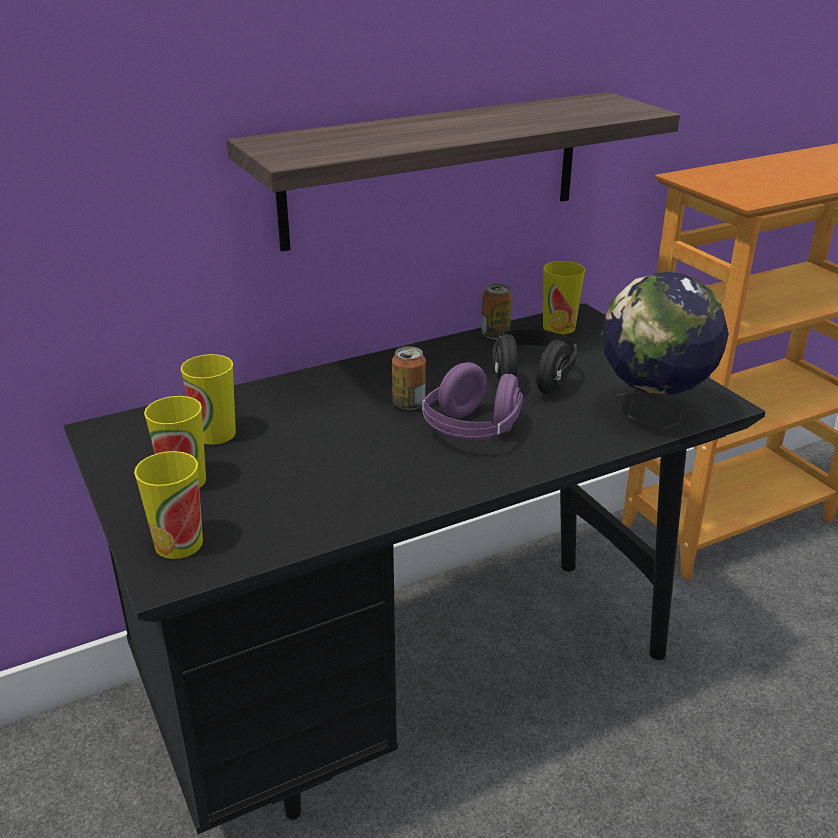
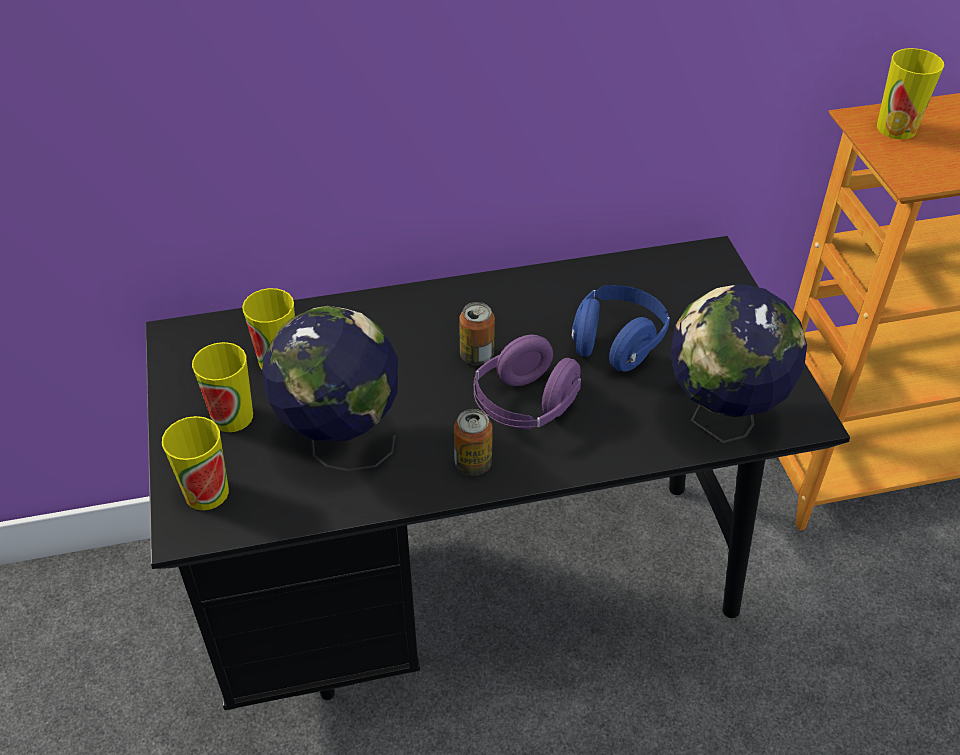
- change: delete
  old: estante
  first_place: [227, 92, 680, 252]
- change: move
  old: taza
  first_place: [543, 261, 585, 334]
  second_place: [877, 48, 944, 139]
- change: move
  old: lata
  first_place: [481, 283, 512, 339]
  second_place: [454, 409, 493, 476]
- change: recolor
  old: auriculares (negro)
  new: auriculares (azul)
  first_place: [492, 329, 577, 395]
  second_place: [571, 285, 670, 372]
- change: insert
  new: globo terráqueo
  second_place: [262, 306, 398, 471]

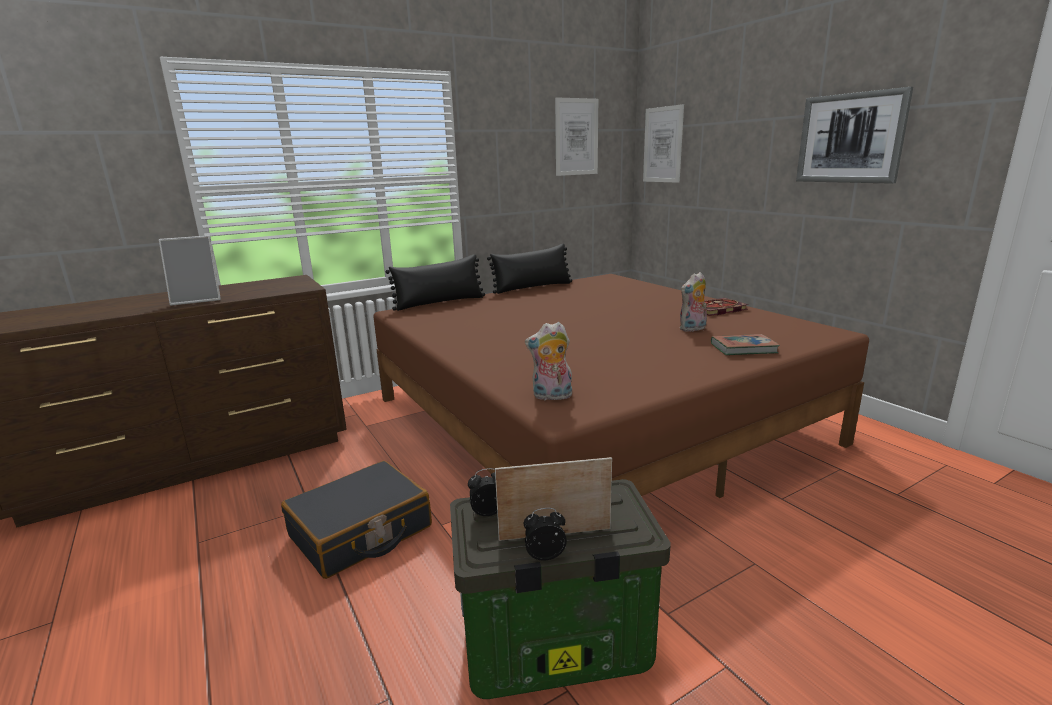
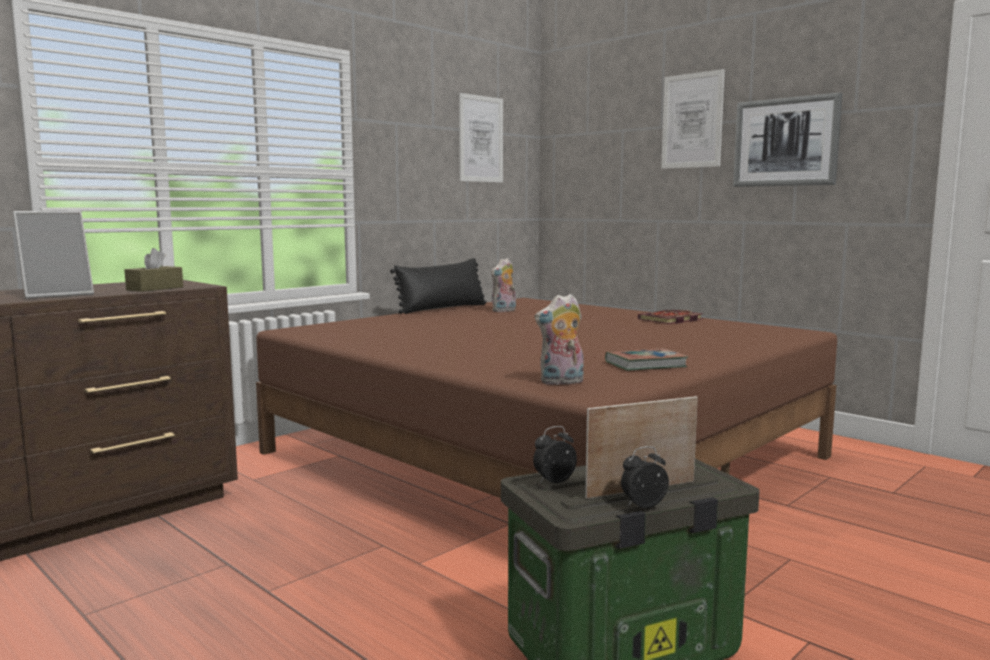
- change: move
  old: cuadro
  first_place: [643, 104, 684, 183]
  second_place: [661, 69, 725, 169]
- change: delete
  old: cojín (negro)
  first_place: [386, 254, 485, 311]
- change: move
  old: peluche
  first_place: [680, 272, 707, 332]
  second_place: [491, 258, 516, 312]
- change: move
  old: libro
  first_place: [711, 334, 780, 355]
  second_place: [605, 349, 688, 371]
- change: delete
  old: maleta (negro)
  first_place: [281, 461, 432, 579]
- change: insert
  new: caja de pañuelos (marrón)
  second_place: [125, 248, 183, 292]

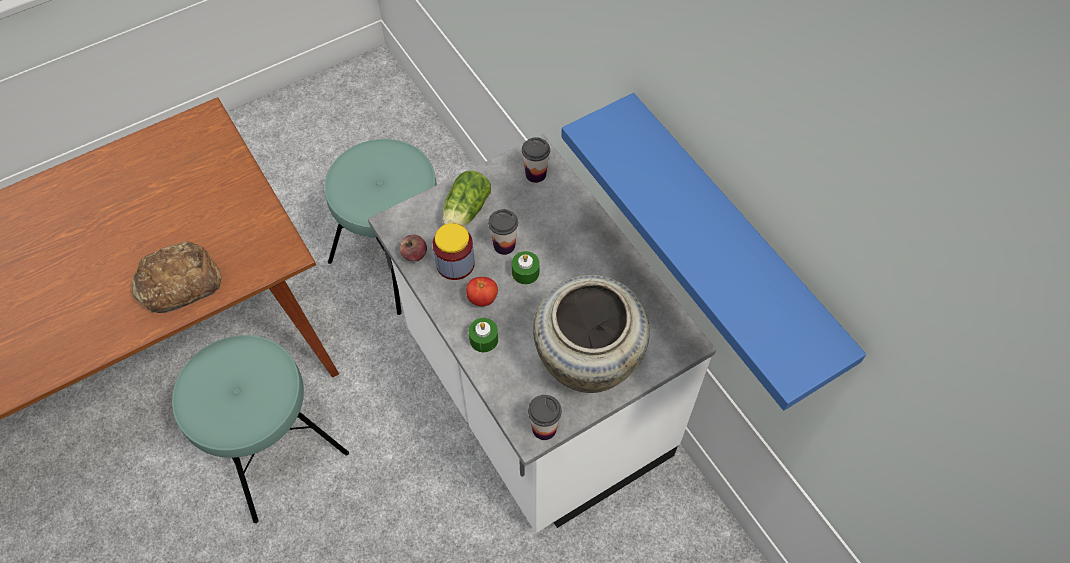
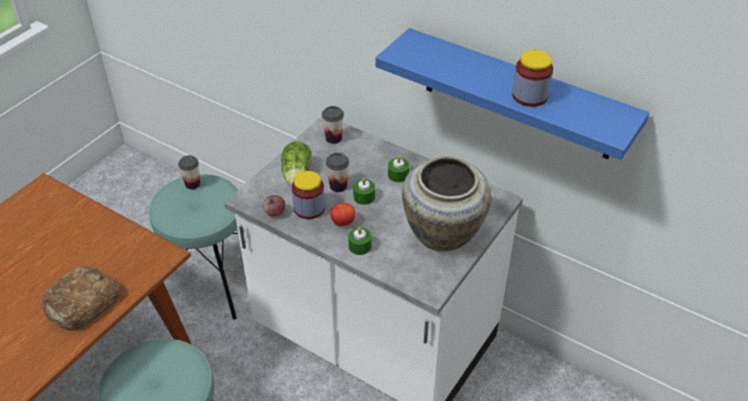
- change: move
  old: taza
  first_place: [528, 395, 562, 440]
  second_place: [178, 155, 200, 190]
- change: insert
  new: tarro
  second_place: [512, 50, 553, 107]
- change: insert
  new: vela (verde)
  second_place: [388, 156, 409, 183]

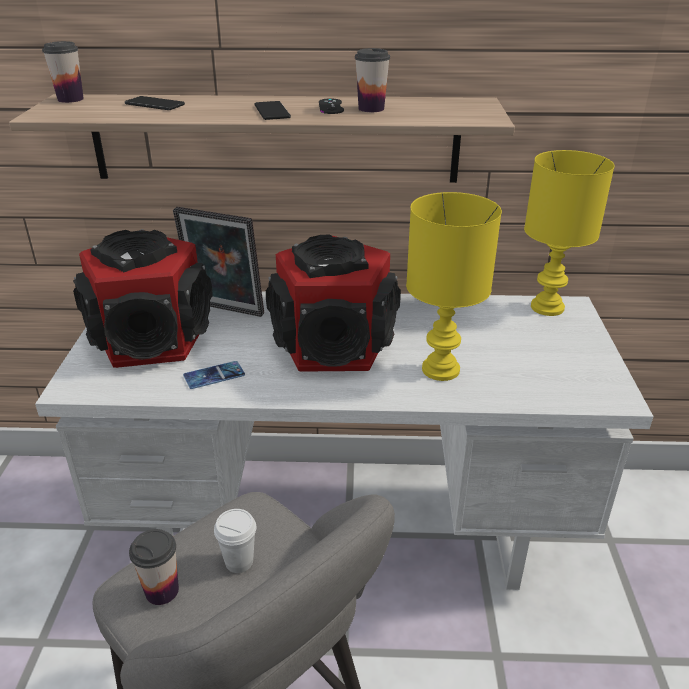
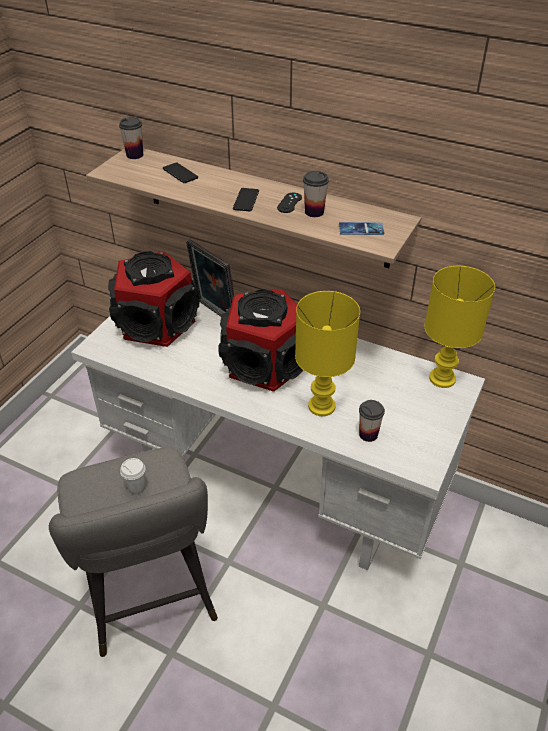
- change: move
  old: móvil
  first_place: [183, 361, 245, 389]
  second_place: [339, 222, 384, 235]
- change: move
  old: taza
  first_place: [129, 529, 179, 605]
  second_place: [359, 400, 385, 442]

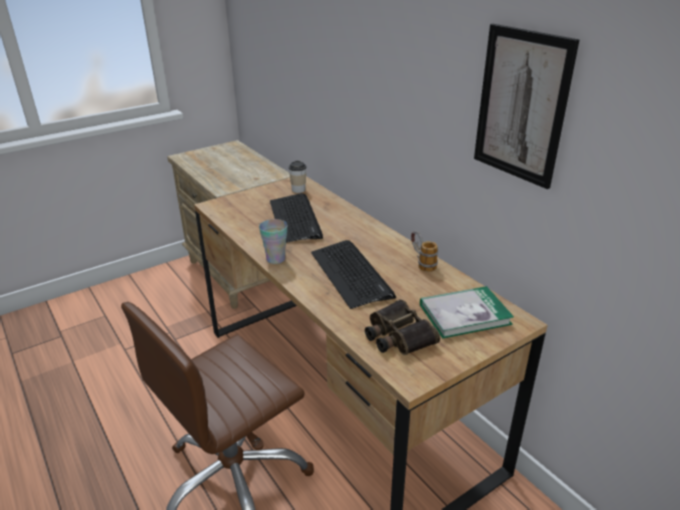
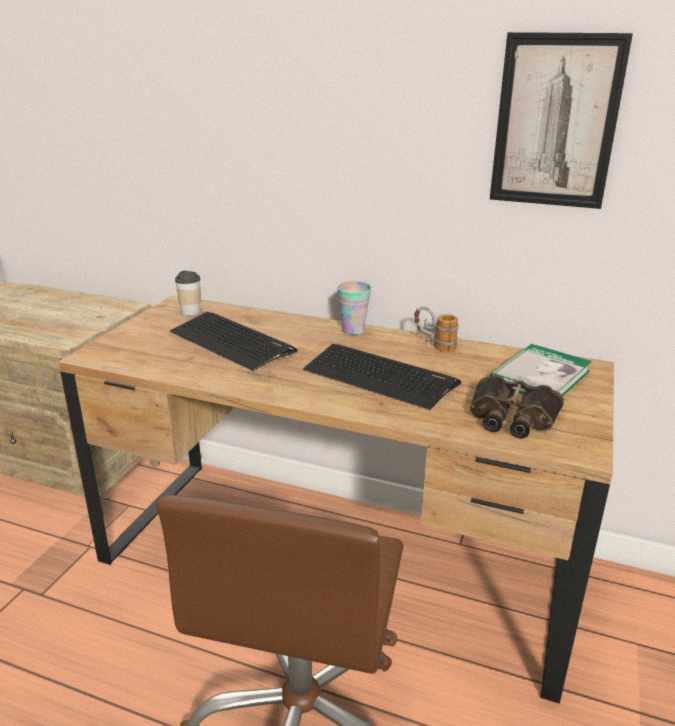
- change: move
  old: taza
  first_place: [259, 219, 288, 264]
  second_place: [337, 281, 371, 335]

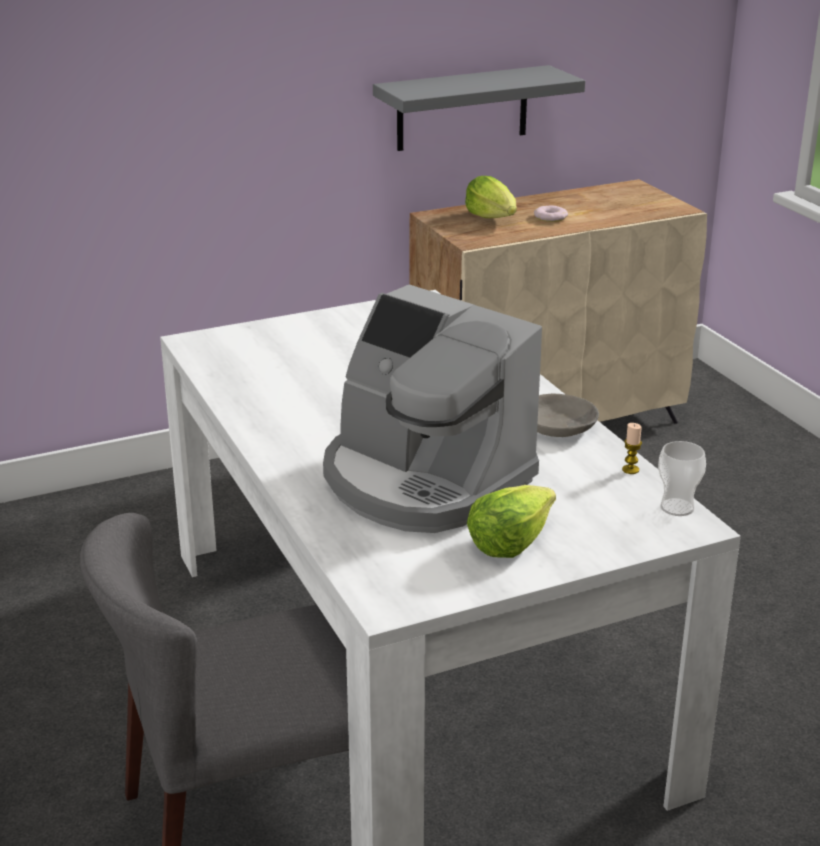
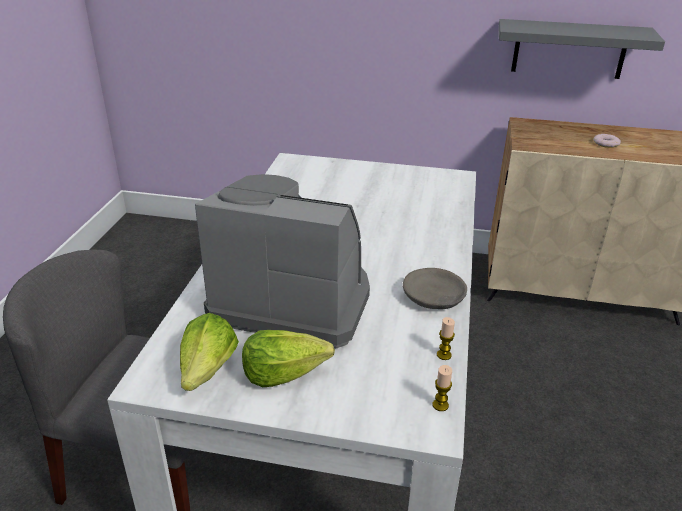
- change: move
  old: lechuga
  first_place: [465, 176, 517, 218]
  second_place: [180, 313, 239, 391]
- change: rotate
  old: cafetera
  first_place: [323, 284, 542, 533]
  second_place: [195, 174, 370, 348]
  degrees: 120
- change: replace
  old: taza
  new: vela
  first_place: [658, 441, 706, 516]
  second_place: [432, 365, 452, 411]

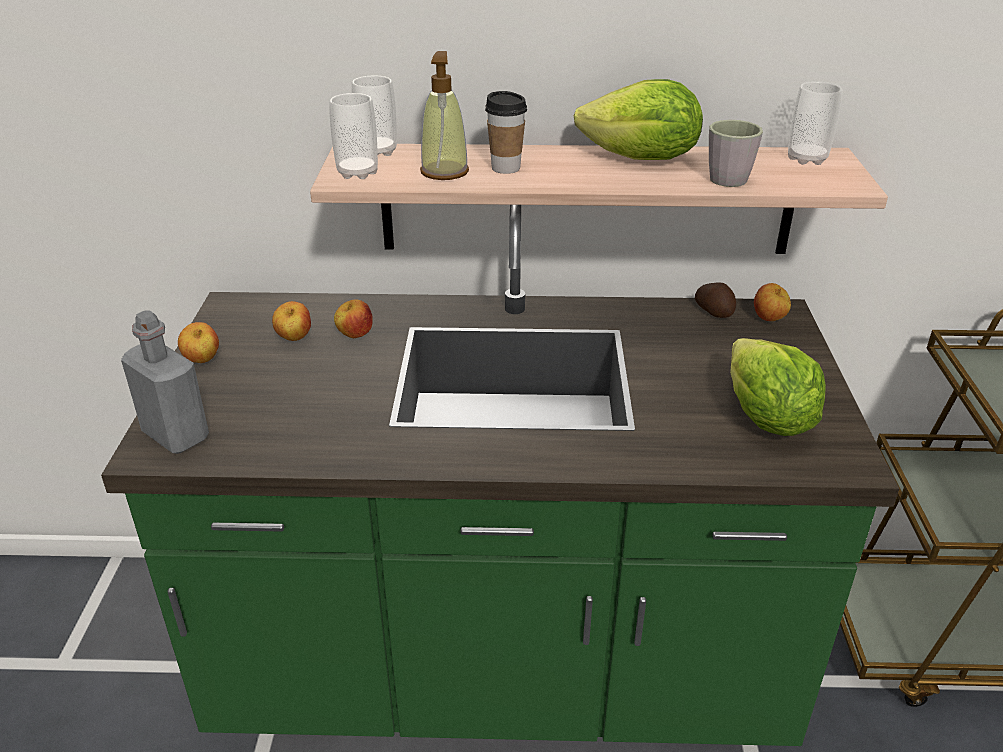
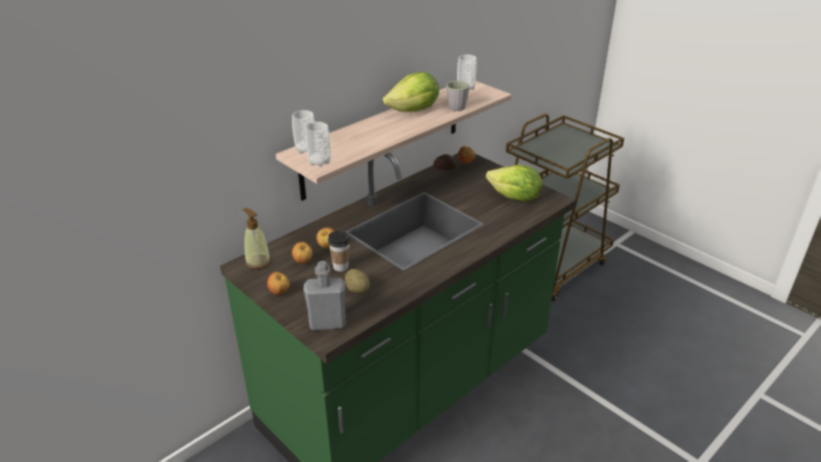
- change: move
  old: dispensador de jabón
  first_place: [420, 51, 469, 180]
  second_place: [242, 208, 271, 269]
- change: move
  old: taza
  first_place: [485, 91, 527, 174]
  second_place: [328, 231, 350, 271]
- change: insert
  new: patata
  second_place: [345, 269, 370, 294]

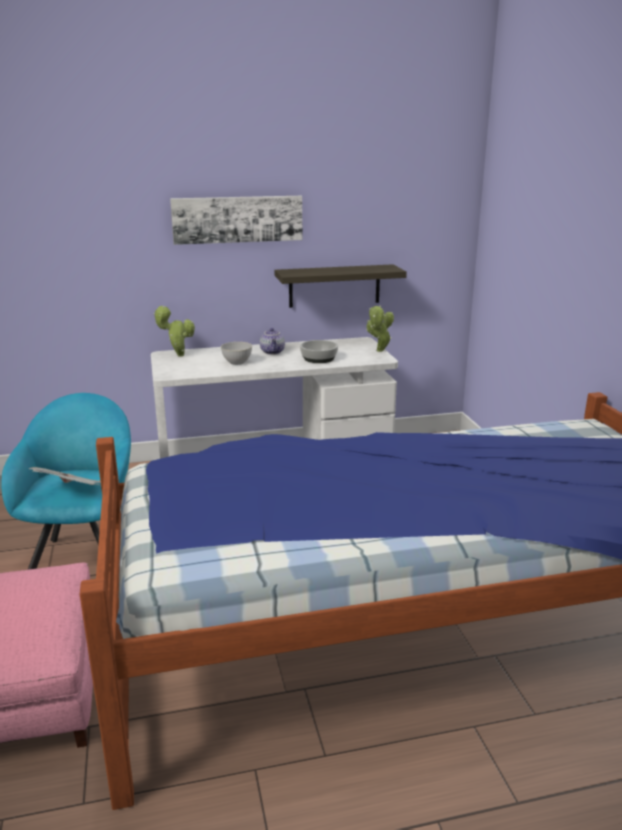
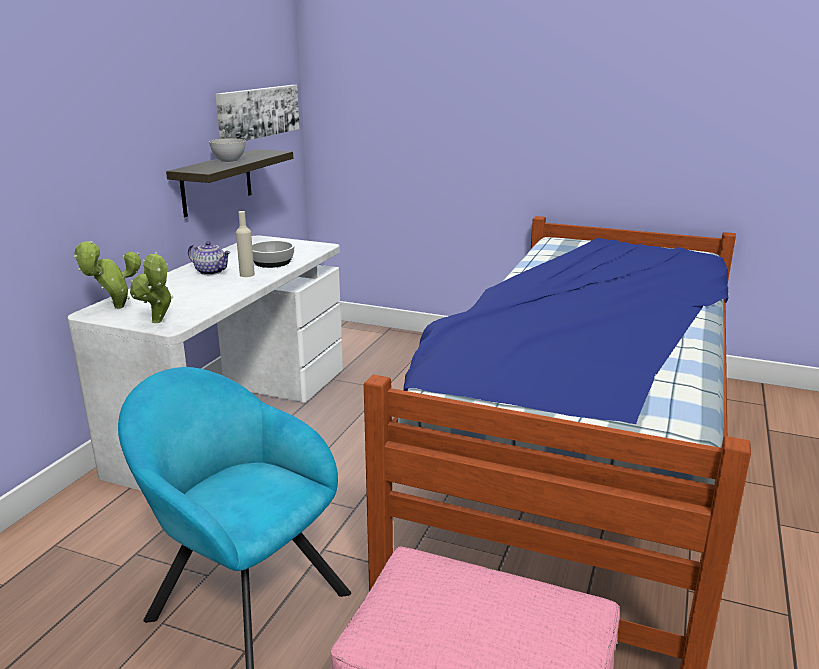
- change: move
  old: cuadro
  first_place: [170, 196, 302, 245]
  second_place: [215, 85, 300, 141]
- change: move
  old: planta en maceta
  first_place: [366, 305, 394, 352]
  second_place: [130, 252, 174, 323]
- change: move
  old: cuenco (gris)
  first_place: [221, 342, 252, 365]
  second_place: [209, 138, 246, 162]
- change: delete
  old: periódico
  first_place: [29, 467, 101, 485]
- change: insert
  new: botella (beis)
  second_place: [236, 211, 255, 277]

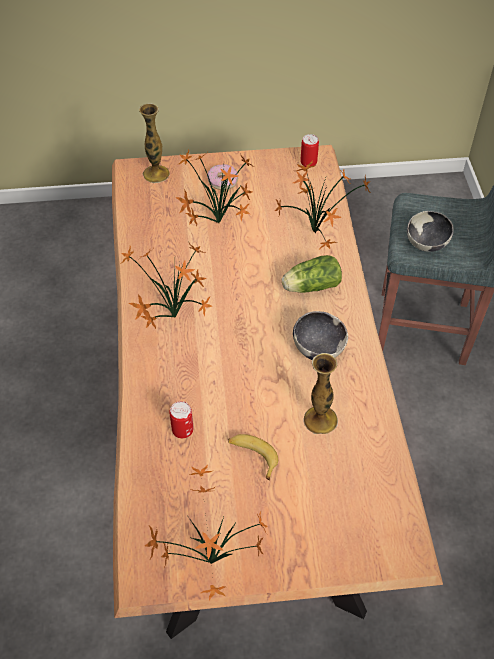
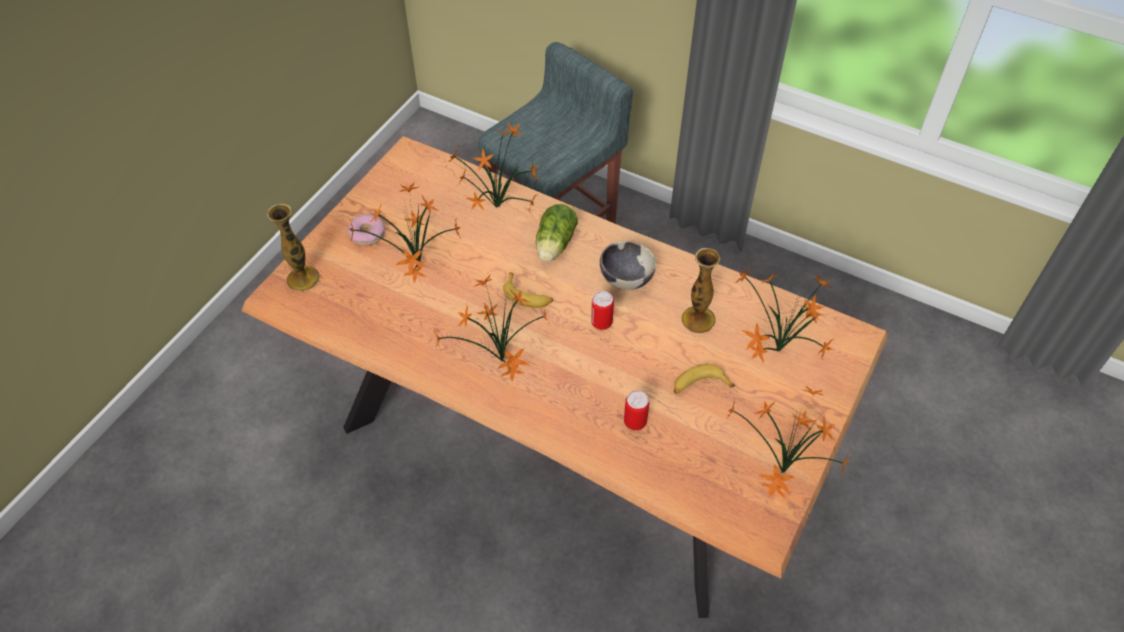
- change: move
  old: lata
  first_place: [300, 134, 319, 167]
  second_place: [591, 291, 614, 330]
- change: delete
  old: cuenco
  first_place: [407, 211, 454, 252]
- change: insert
  new: planta en maceta
  second_place: [735, 266, 833, 363]
- change: insert
  new: plátano
  second_place: [503, 272, 553, 308]

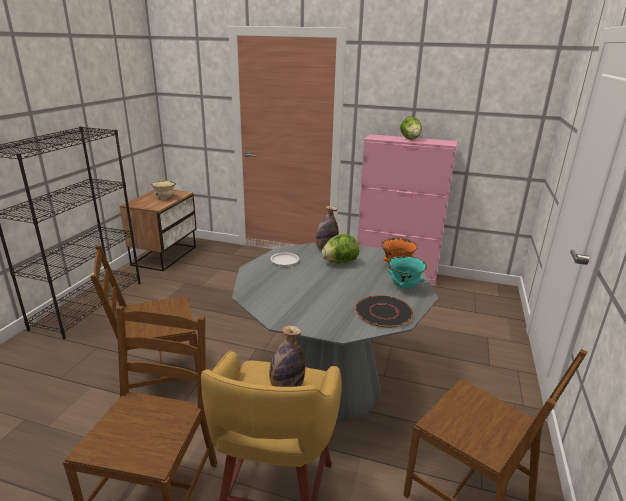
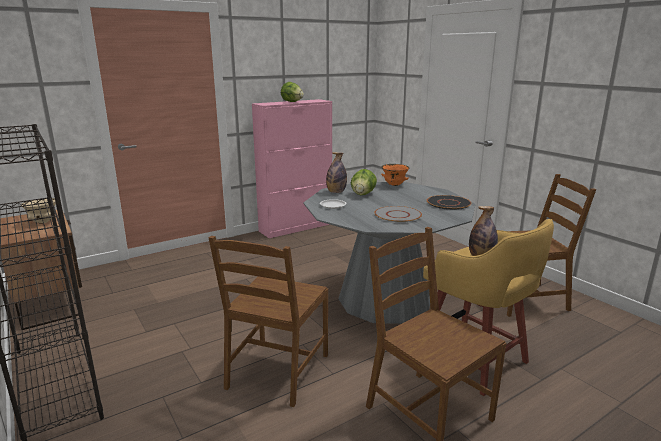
- change: delete
  old: cuenco (turquesa)
  first_place: [387, 255, 427, 289]
- change: insert
  new: plato (gris)
  second_place: [374, 206, 422, 223]

